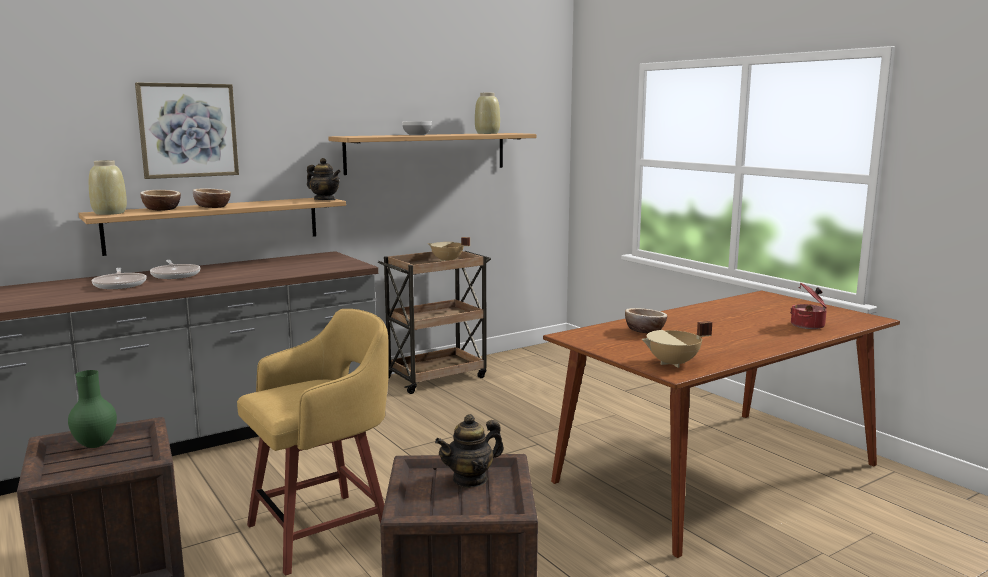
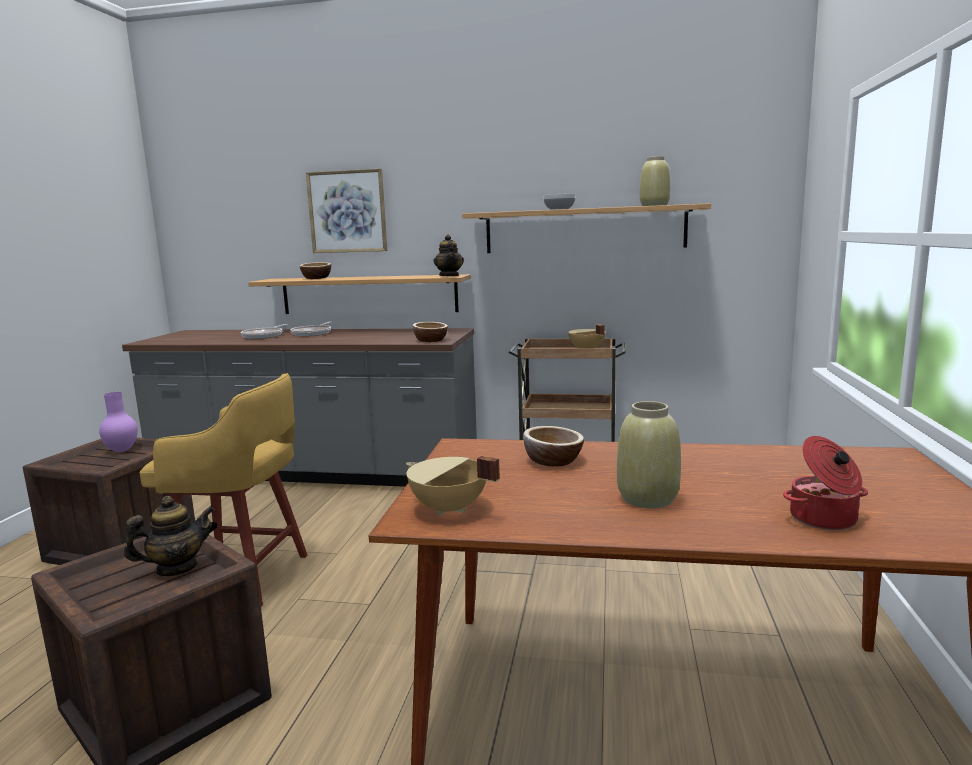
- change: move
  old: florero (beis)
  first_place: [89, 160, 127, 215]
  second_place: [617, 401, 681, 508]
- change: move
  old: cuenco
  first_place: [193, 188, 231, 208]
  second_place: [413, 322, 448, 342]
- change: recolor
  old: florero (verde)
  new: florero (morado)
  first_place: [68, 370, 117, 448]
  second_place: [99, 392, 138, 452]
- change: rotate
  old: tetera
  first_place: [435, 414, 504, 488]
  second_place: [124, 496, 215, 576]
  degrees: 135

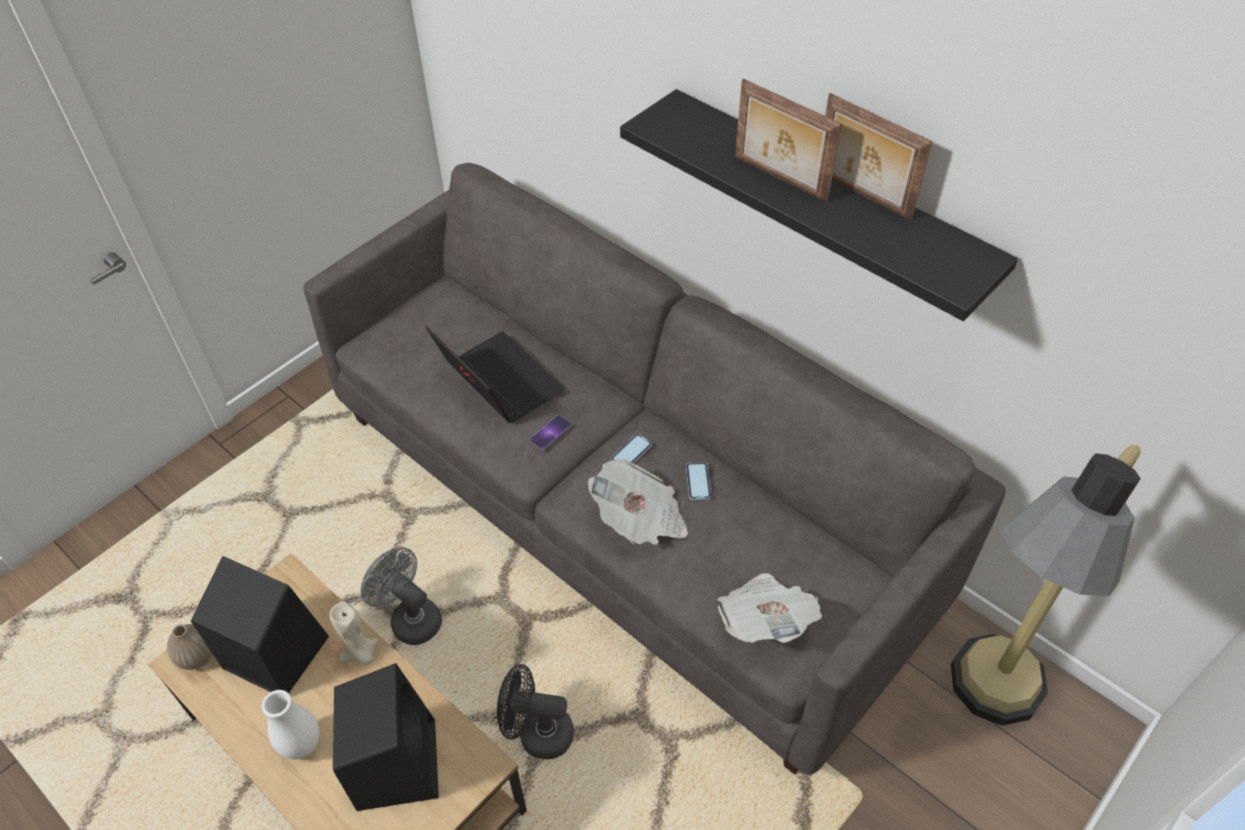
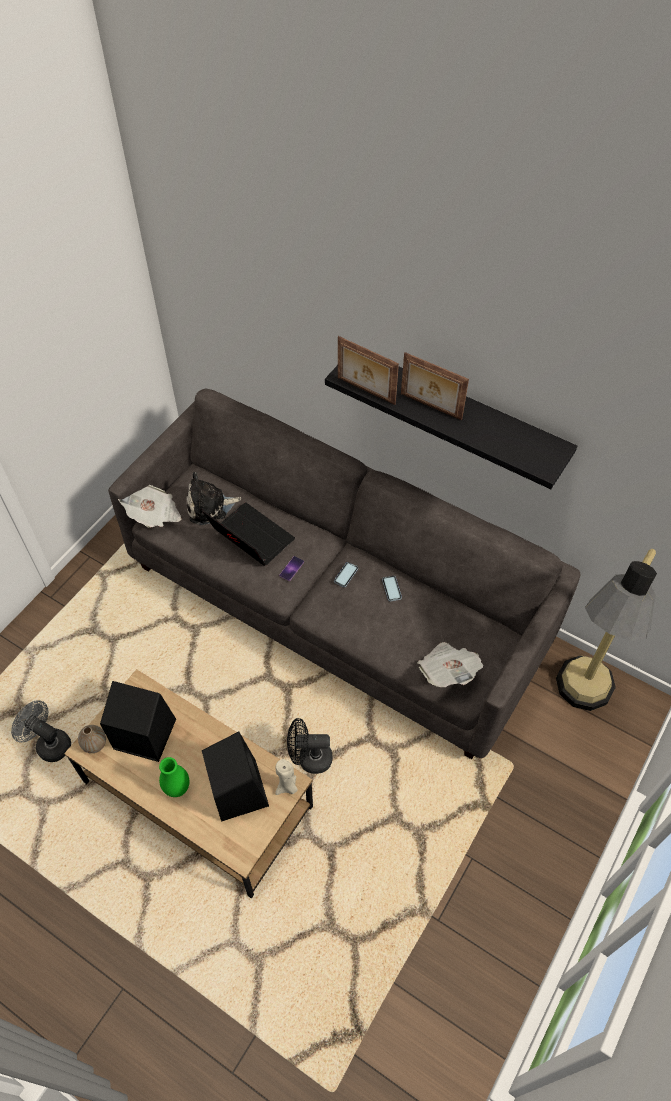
- change: move
  old: portarretratos
  first_place: [825, 93, 932, 220]
  second_place: [338, 336, 399, 405]
- change: move
  old: periódico
  first_place: [588, 459, 688, 545]
  second_place: [118, 485, 182, 528]
- change: move
  old: ventilador (gris)
  first_place: [361, 547, 442, 645]
  second_place: [11, 700, 71, 762]
- change: move
  old: vela (beis)
  first_place: [329, 602, 378, 665]
  second_place: [275, 759, 298, 795]
- change: recolor
  old: florero (blanco)
  new: florero (verde)
  first_place: [262, 690, 319, 759]
  second_place: [159, 757, 189, 797]
- change: insert
  new: peluche
  second_place: [187, 472, 241, 525]

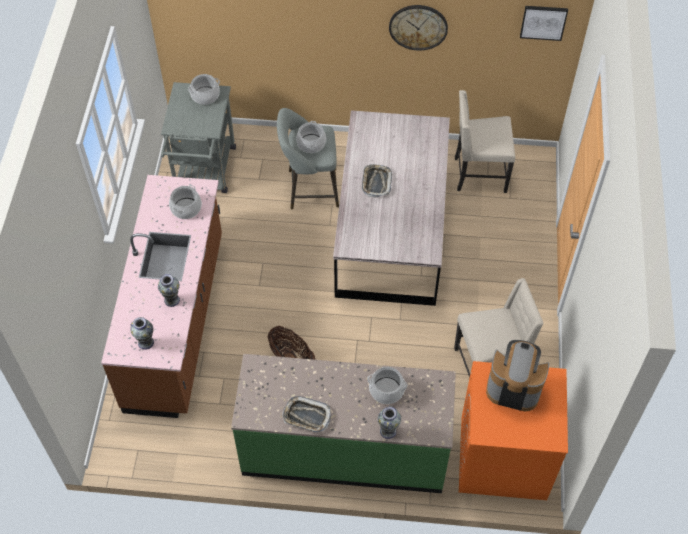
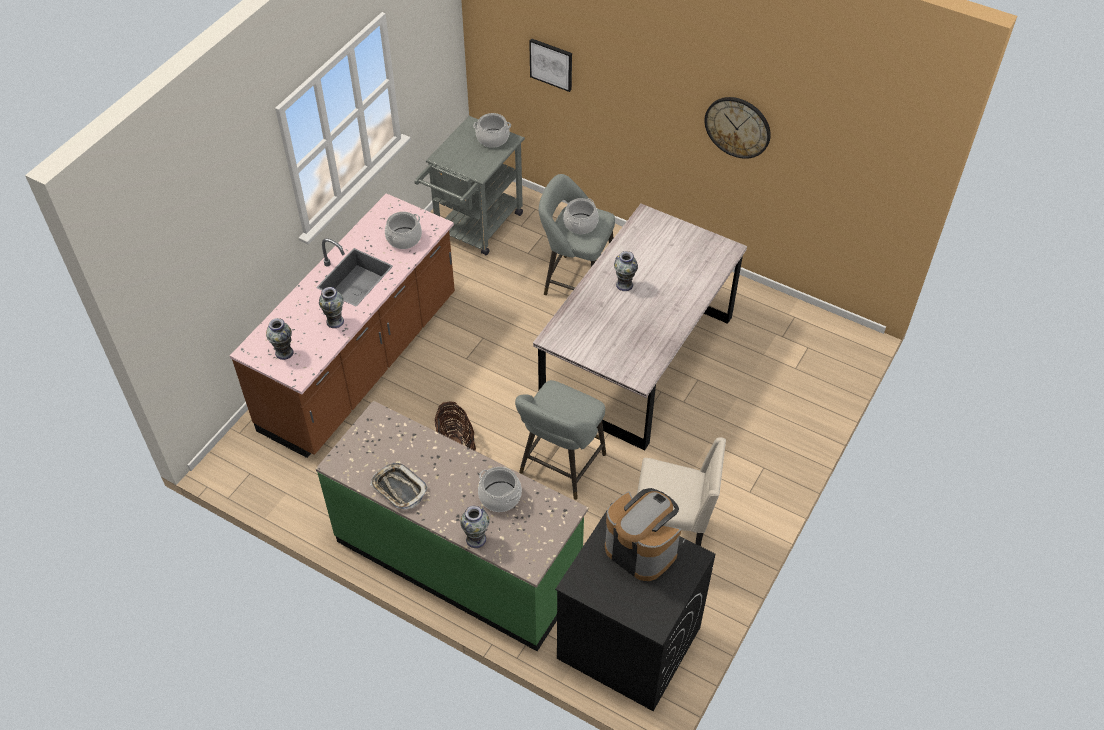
- change: move
  old: cuadro
  first_place: [520, 6, 568, 41]
  second_place: [529, 38, 572, 92]
- change: delete
  old: silla (beis)
  first_place: [455, 90, 515, 193]
- change: replace
  old: bandeja
  new: florero
  first_place: [362, 164, 392, 198]
  second_place: [614, 251, 638, 291]
- change: recolor
  old: lavadora (naranja)
  new: lavadora (negro)
  first_place: [459, 361, 568, 500]
  second_place: [555, 503, 715, 711]
- change: insert
  new: taburete (gris)
  second_place: [515, 380, 606, 500]

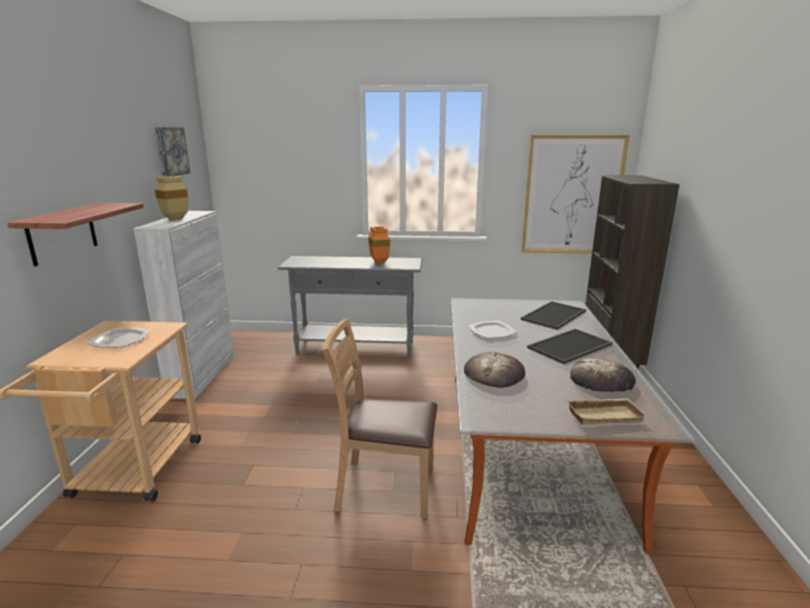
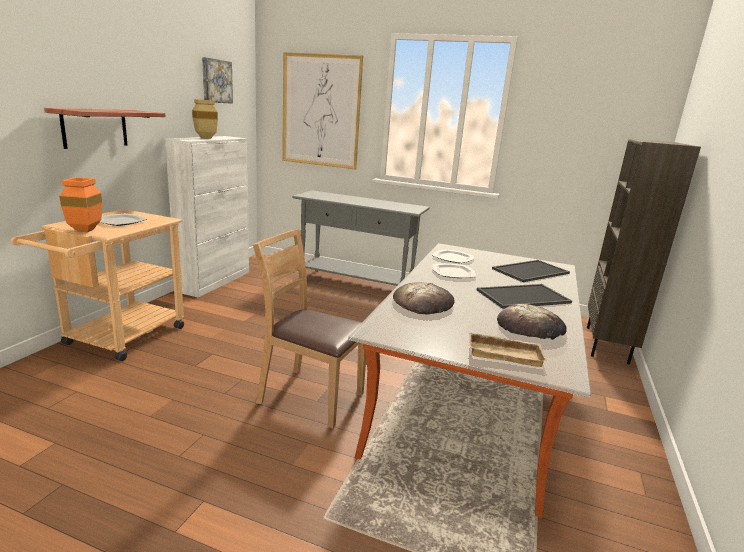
- change: move
  old: cuadro
  first_place: [521, 135, 630, 254]
  second_place: [282, 52, 363, 169]
- change: move
  old: florero (naranja)
  first_place: [368, 226, 390, 264]
  second_place: [59, 177, 102, 232]
- change: insert
  new: plato
  second_place: [432, 249, 474, 263]

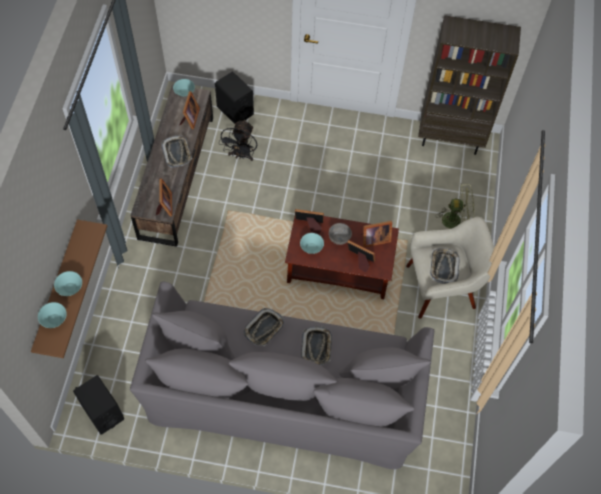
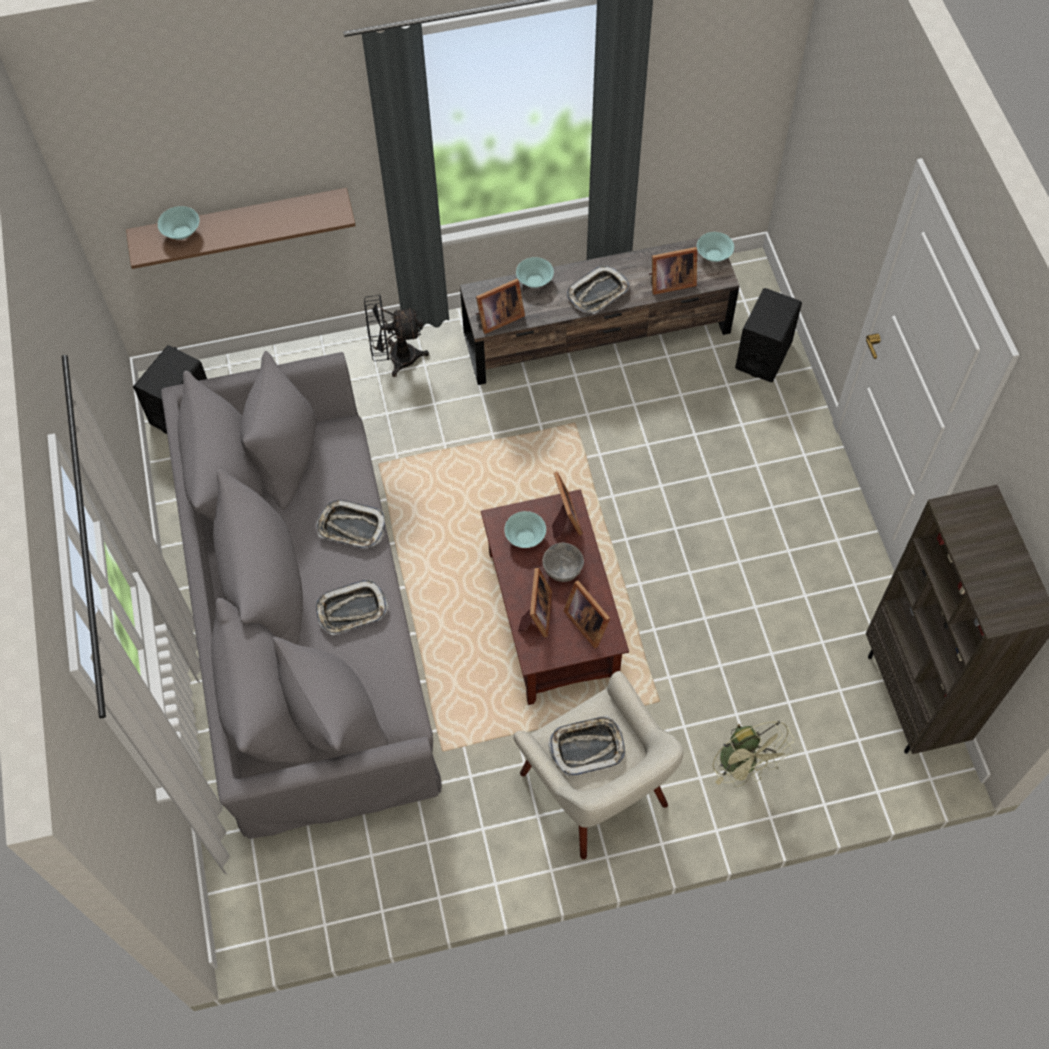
- change: move
  old: ventilador (negro)
  first_place: [219, 119, 257, 161]
  second_place: [364, 294, 429, 377]
- change: move
  old: cuenco (turquesa)
  first_place: [54, 271, 82, 296]
  second_place: [516, 257, 554, 288]

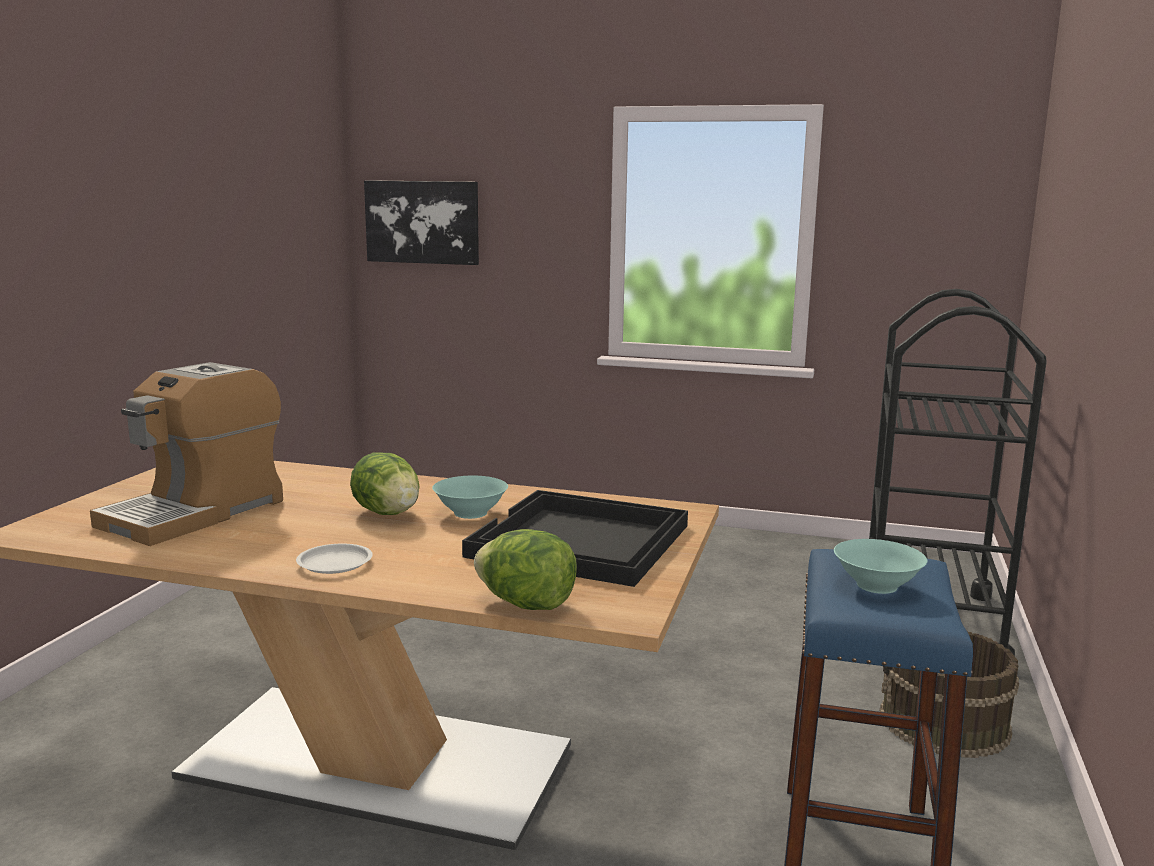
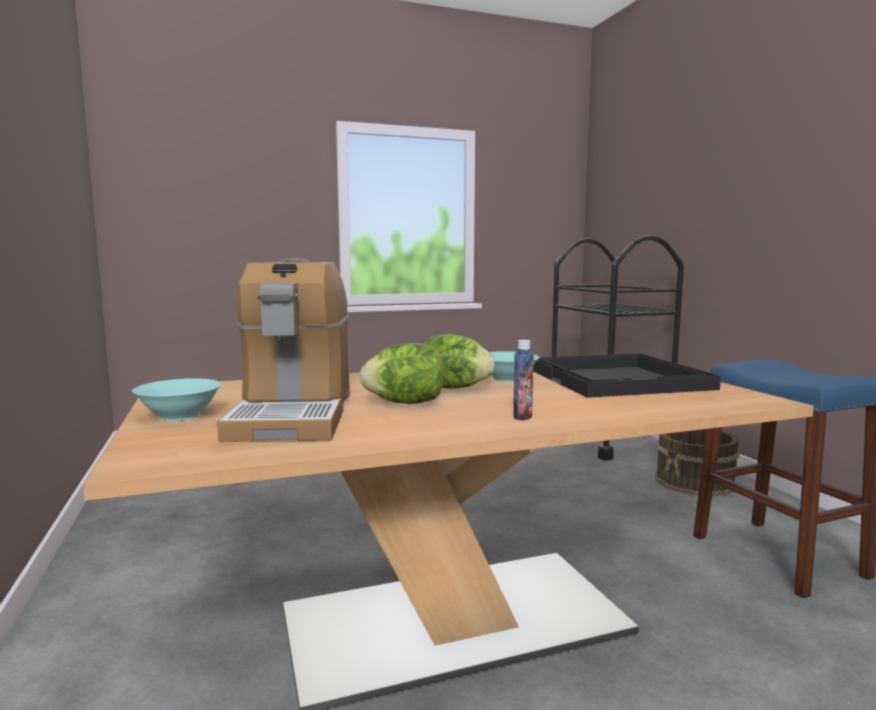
- change: delete
  old: cuadro
  first_place: [364, 180, 479, 265]
- change: move
  old: lechuga
  first_place: [474, 529, 577, 610]
  second_place: [360, 343, 444, 404]
- change: move
  old: cuenco (turquesa)
  first_place: [834, 539, 927, 594]
  second_place: [132, 378, 221, 421]
- change: replace
  old: plato (blanco)
  new: botella
  first_place: [296, 544, 373, 574]
  second_place: [513, 340, 534, 420]

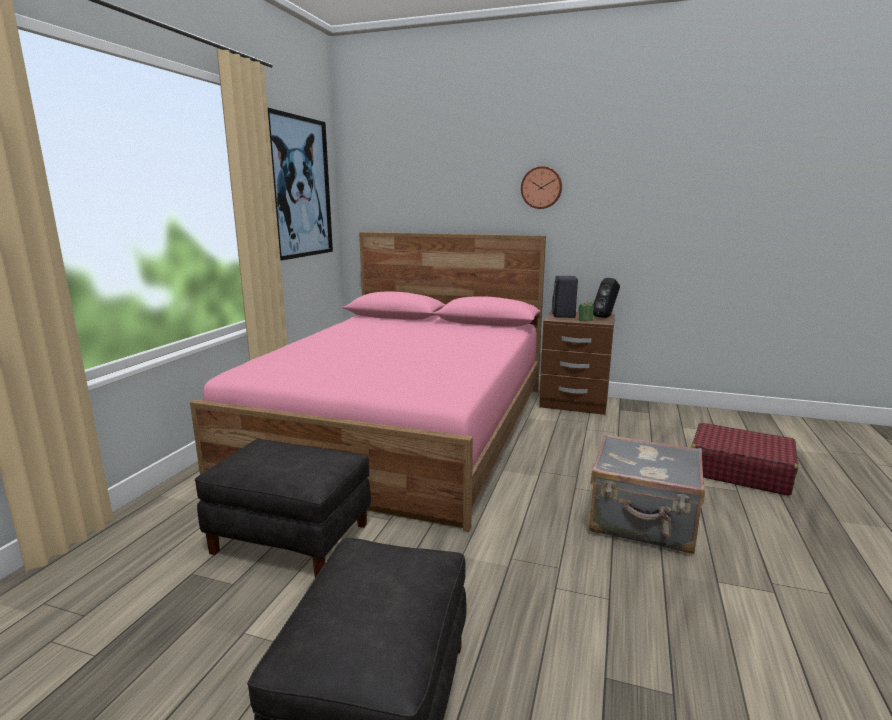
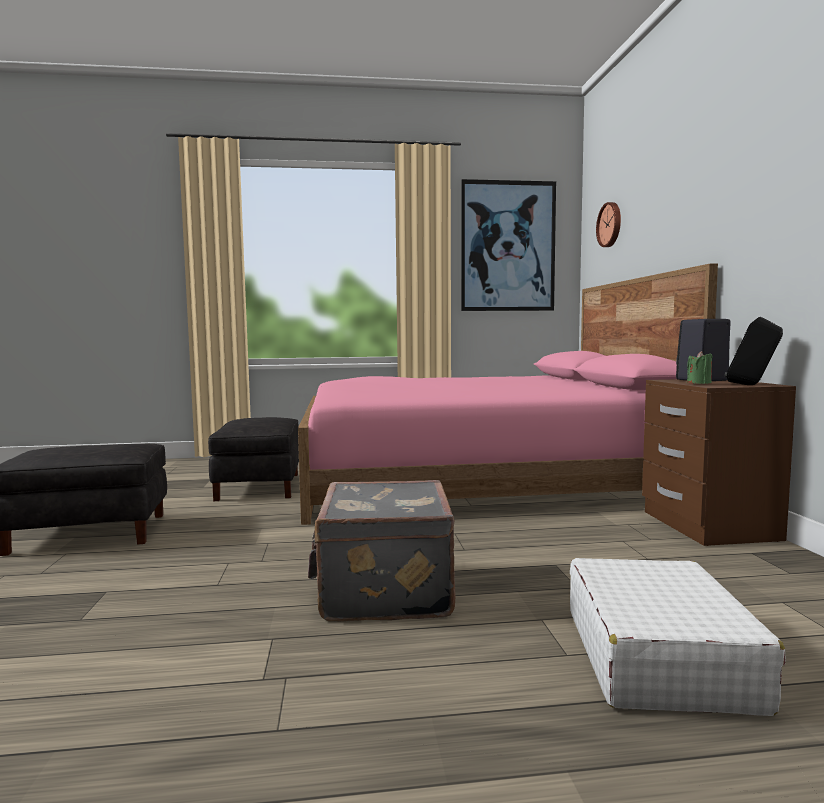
- change: move
  old: reloj de pared
  first_place: [521, 166, 562, 209]
  second_place: [596, 202, 621, 247]
- change: recolor
  old: maleta (rojo)
  new: maleta (blanco)
  first_place: [691, 423, 798, 496]
  second_place: [570, 558, 786, 716]

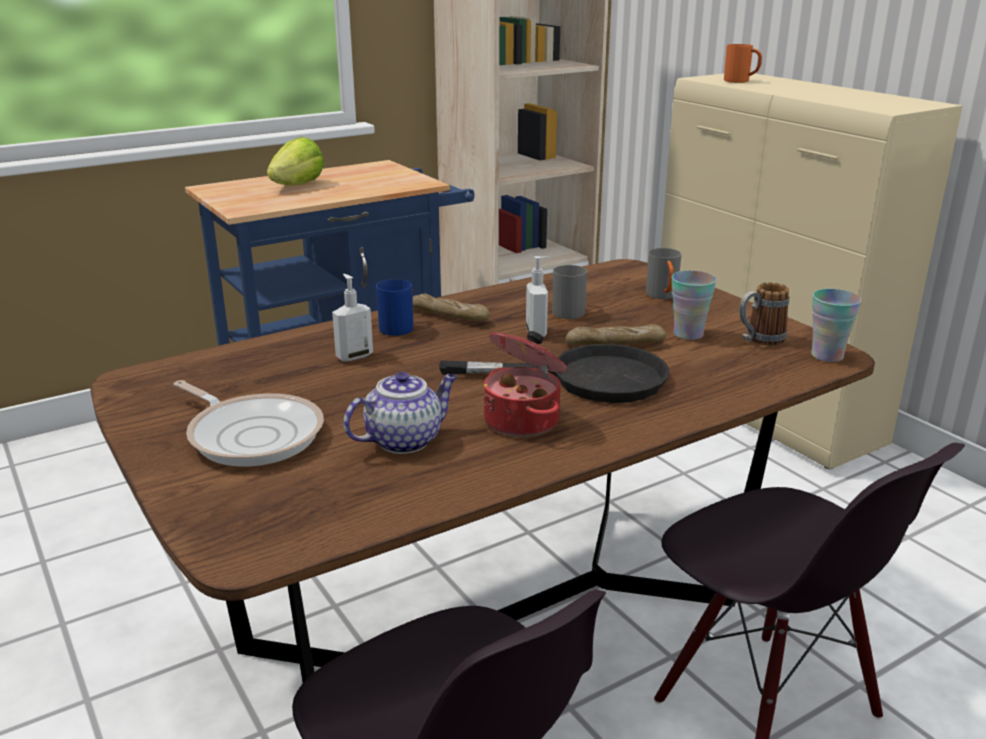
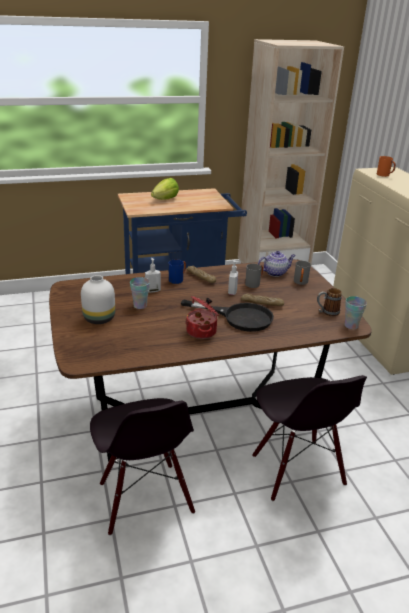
- change: move
  old: taza
  first_place: [672, 270, 716, 340]
  second_place: [130, 277, 150, 309]
- change: move
  old: tetera
  first_place: [343, 372, 457, 454]
  second_place: [258, 251, 296, 277]
- change: replace
  old: sartén
  new: florero (blanco)
  first_place: [174, 380, 324, 466]
  second_place: [81, 275, 115, 324]

